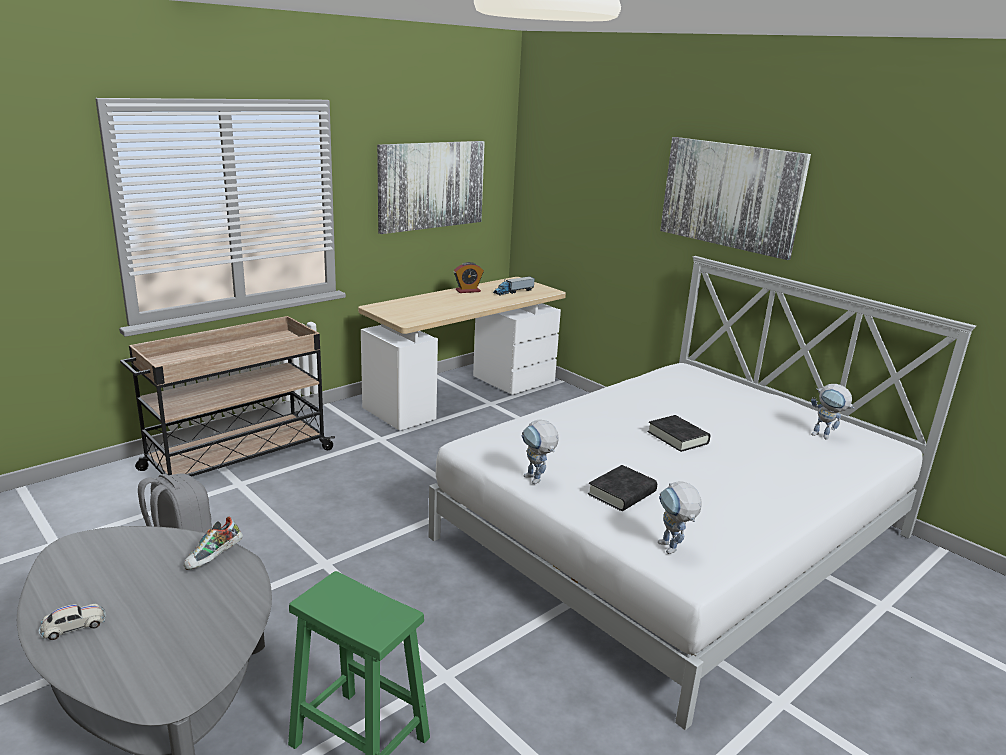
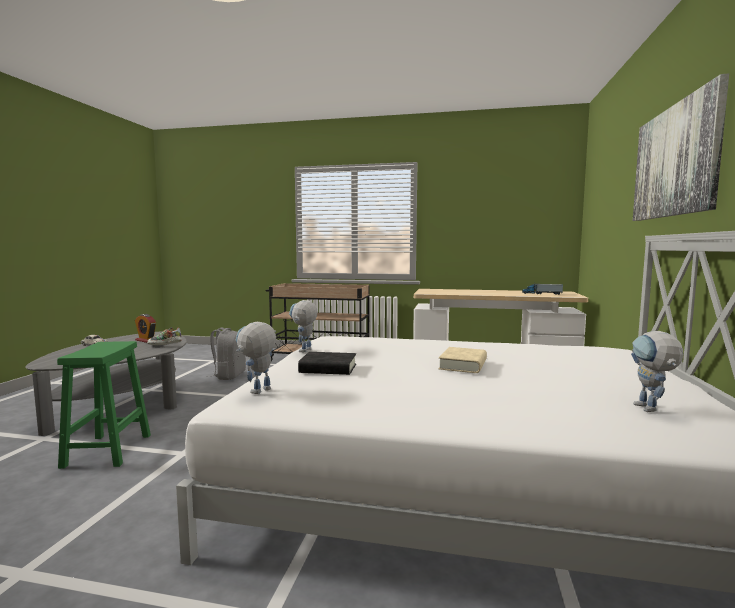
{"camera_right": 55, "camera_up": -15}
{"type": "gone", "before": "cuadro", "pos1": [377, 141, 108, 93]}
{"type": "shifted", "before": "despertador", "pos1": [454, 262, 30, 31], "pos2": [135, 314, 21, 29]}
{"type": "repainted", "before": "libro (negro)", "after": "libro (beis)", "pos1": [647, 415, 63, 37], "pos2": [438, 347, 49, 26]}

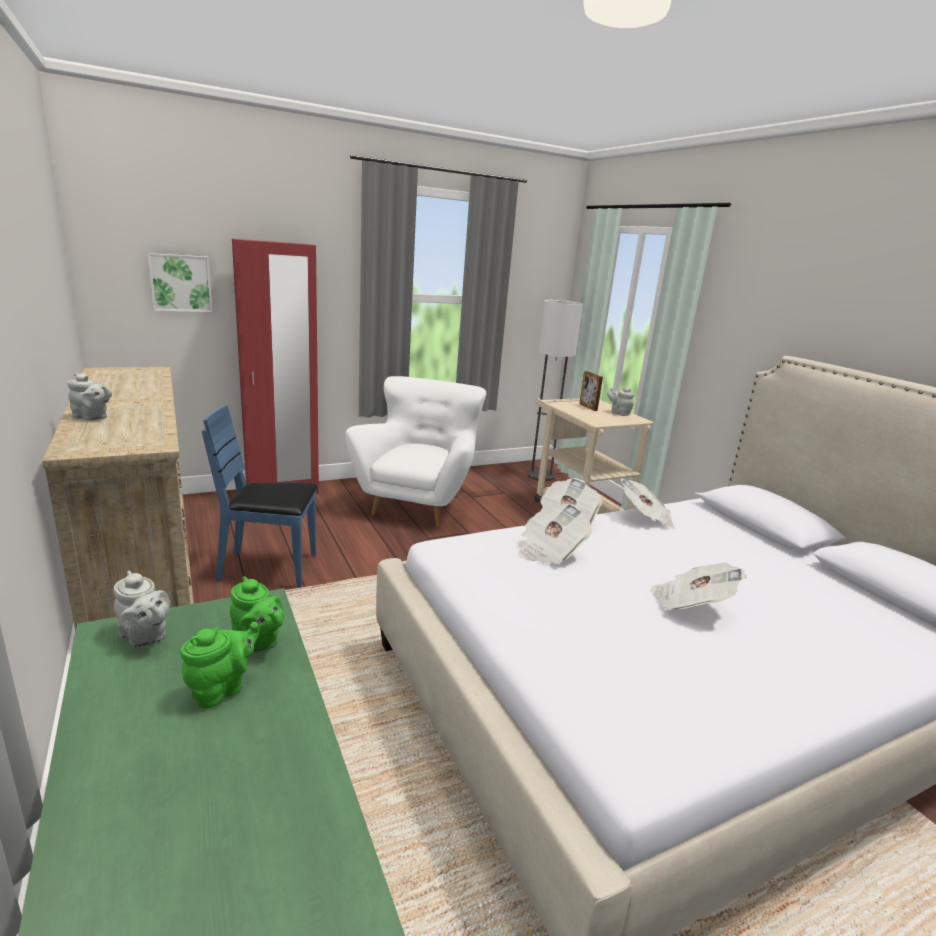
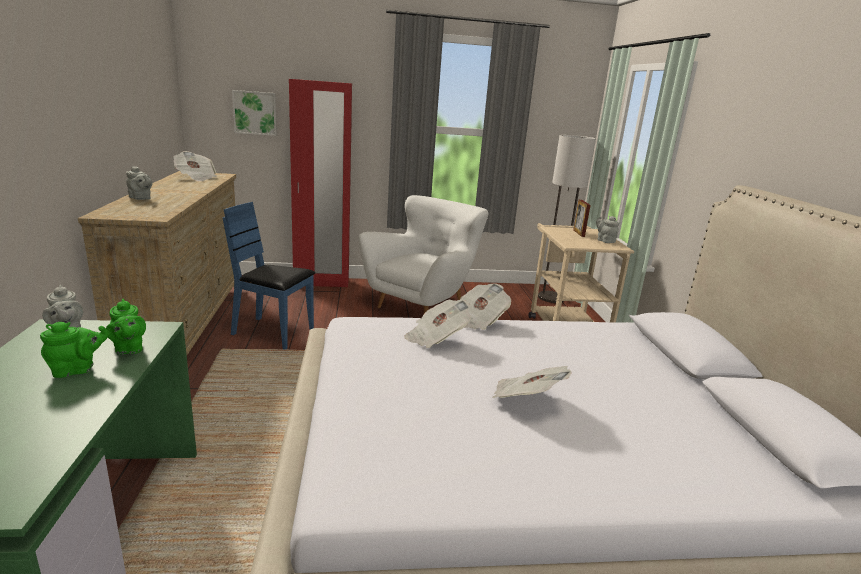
{"camera_right": 20, "camera_up": 0}
{"type": "shifted", "before": "periódico", "pos1": [621, 478, 54, 51], "pos2": [174, 151, 43, 30]}

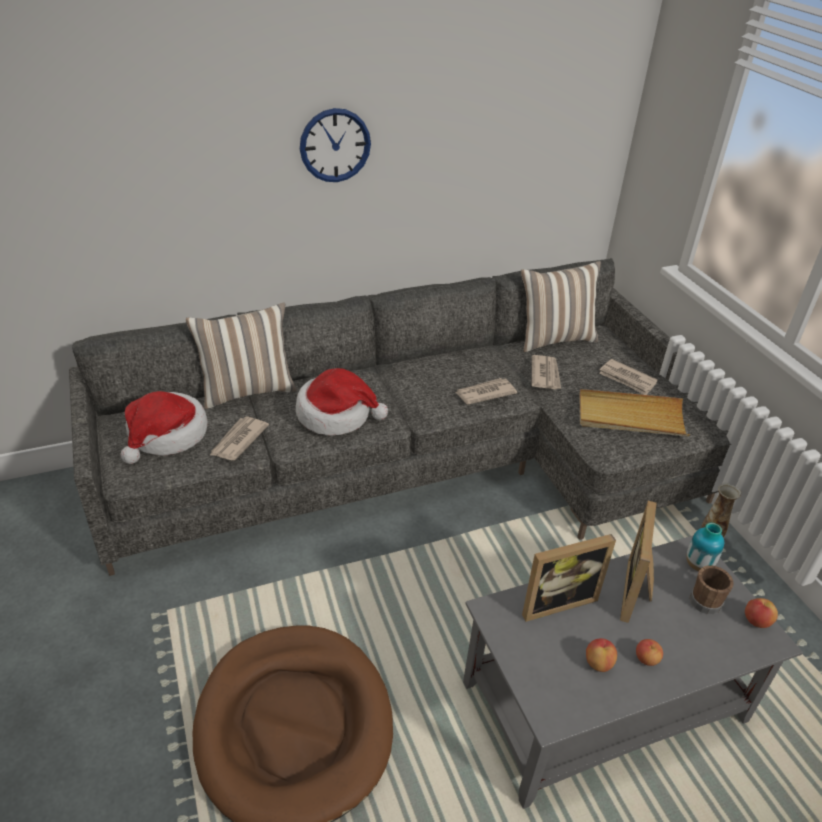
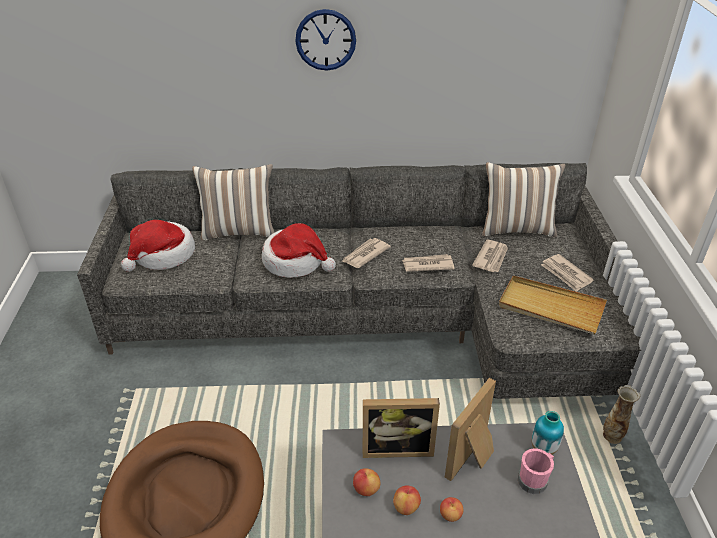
{"camera_right": 20, "camera_up": 0}
{"type": "shifted", "before": "periódico", "pos1": [210, 417, 59, 43], "pos2": [341, 238, 50, 30]}
{"type": "repainted", "before": "taza grande (marrón)", "after": "taza grande (rosa)", "pos1": [689, 565, 45, 50], "pos2": [518, 448, 36, 46]}
{"type": "shifted", "before": "manzana", "pos1": [745, 598, 33, 30], "pos2": [353, 468, 27, 28]}

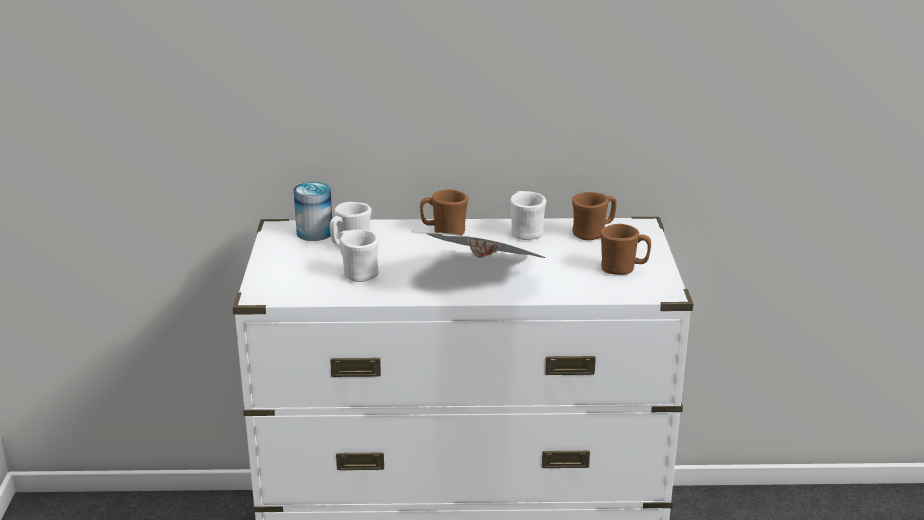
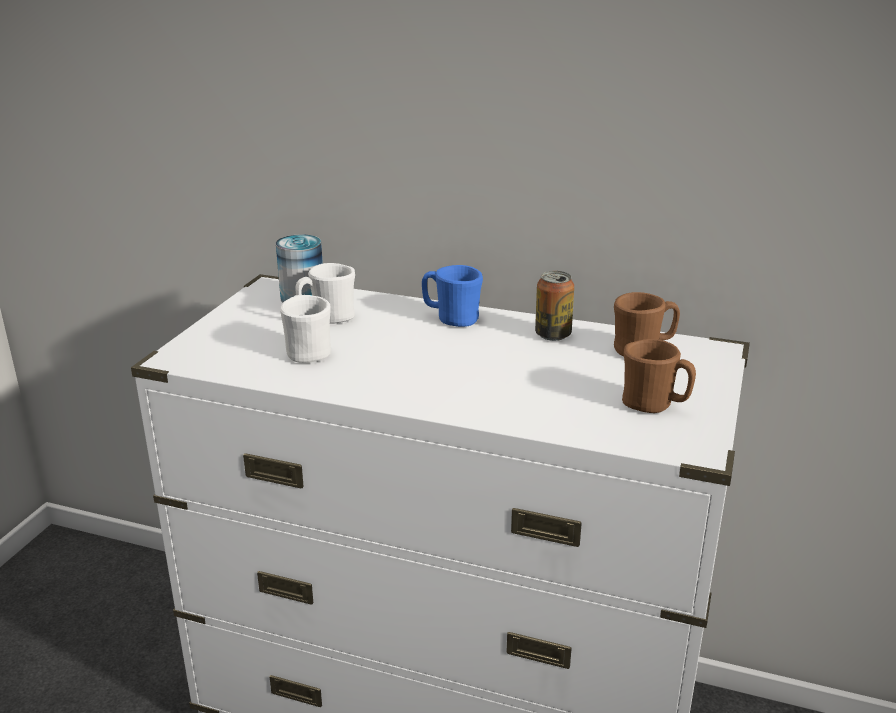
{"camera_right": 20, "camera_up": 0}
{"type": "gone", "before": "periódico", "pos1": [412, 231, 133, 27]}
{"type": "repainted", "before": "taza grande (marrón)", "after": "taza grande (azul)", "pos1": [420, 189, 48, 46], "pos2": [422, 265, 61, 62]}
{"type": "swapped", "before": "taza grande (blanco)", "after": "lata", "pos1": [510, 191, 36, 49], "pos2": [535, 271, 39, 70]}

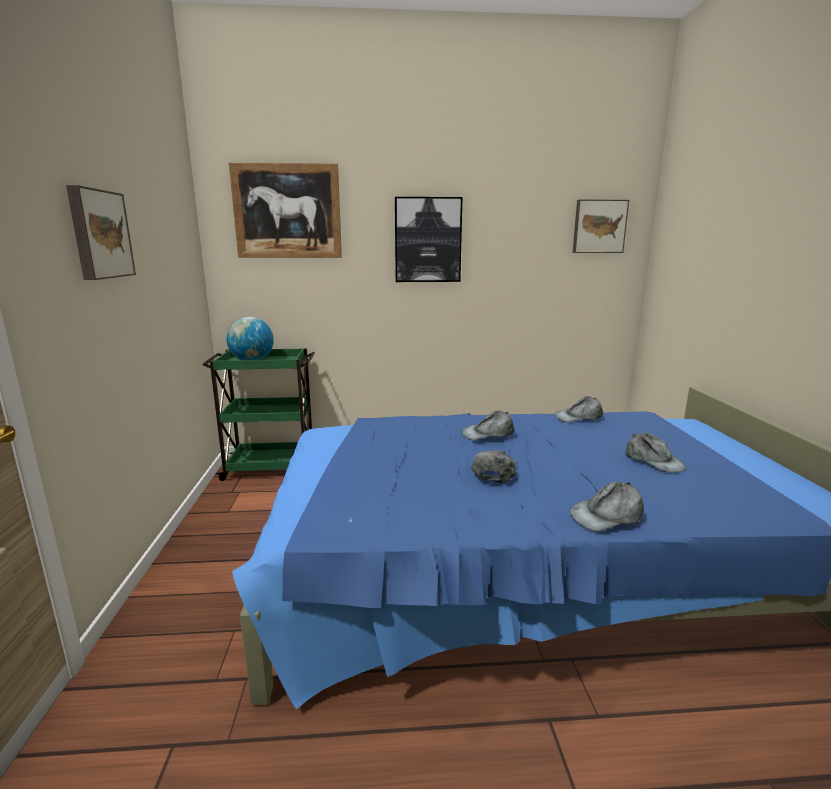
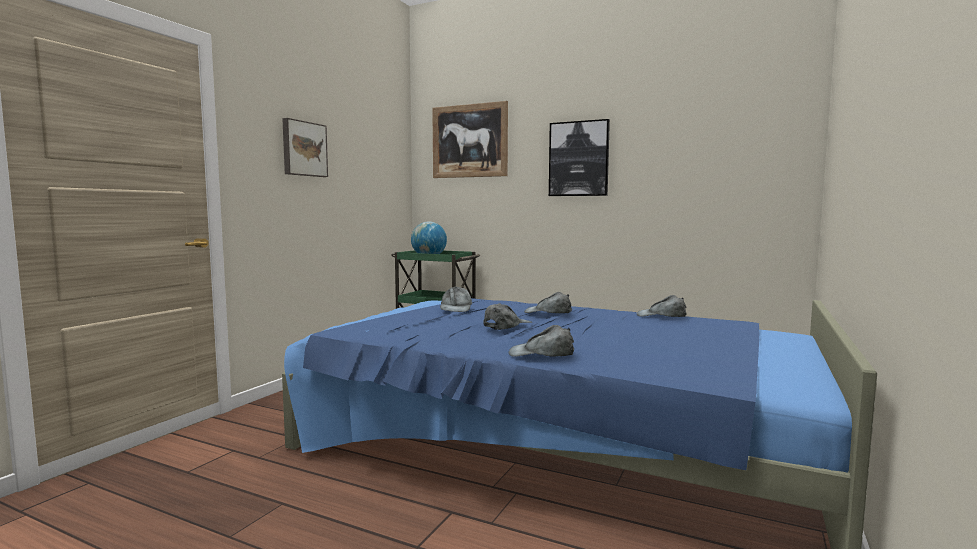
{"camera_right": 30, "camera_up": -10}
{"type": "gone", "before": "cuadro", "pos1": [573, 199, 56, 54]}
{"type": "shifted", "before": "gorra (gris)", "pos1": [625, 433, 62, 40], "pos2": [440, 286, 32, 26]}

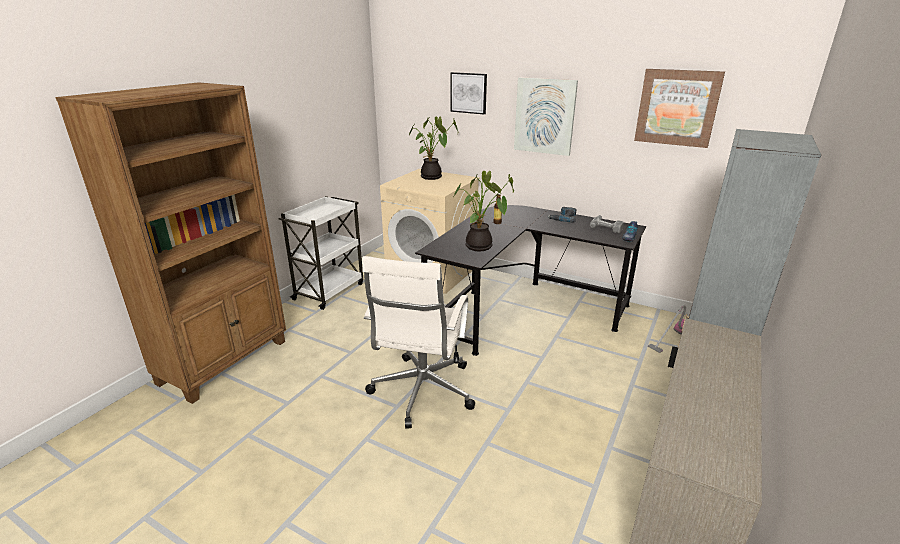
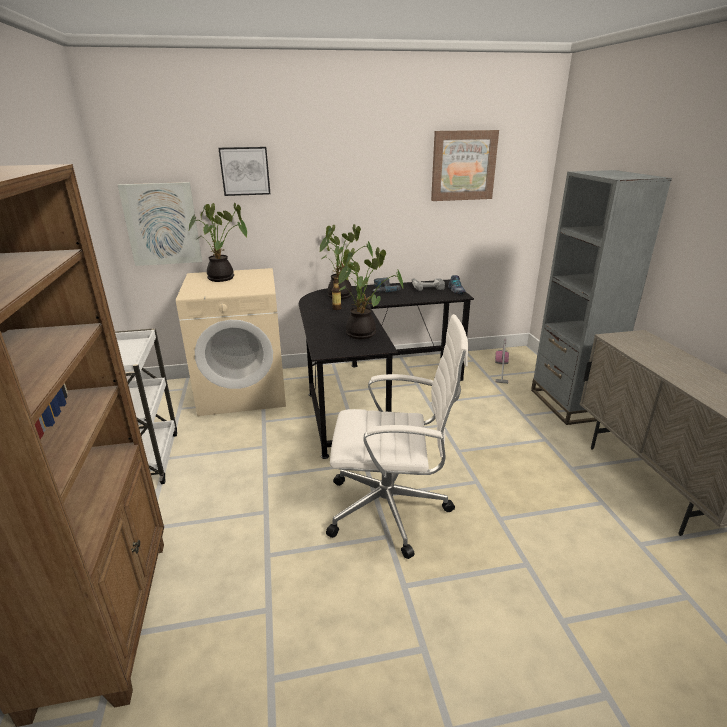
{"camera_right": -40, "camera_up": 0}
{"type": "rotated", "before": "silla de oficina (blanco)", "pos1": [362, 256, 113, 173], "pos2": [326, 314, 142, 245], "turn": -60}
{"type": "shifted", "before": "cuadro", "pos1": [514, 77, 64, 79], "pos2": [118, 182, 84, 84]}
{"type": "new", "after": "planta en maceta", "pos2": [319, 224, 54, 76]}

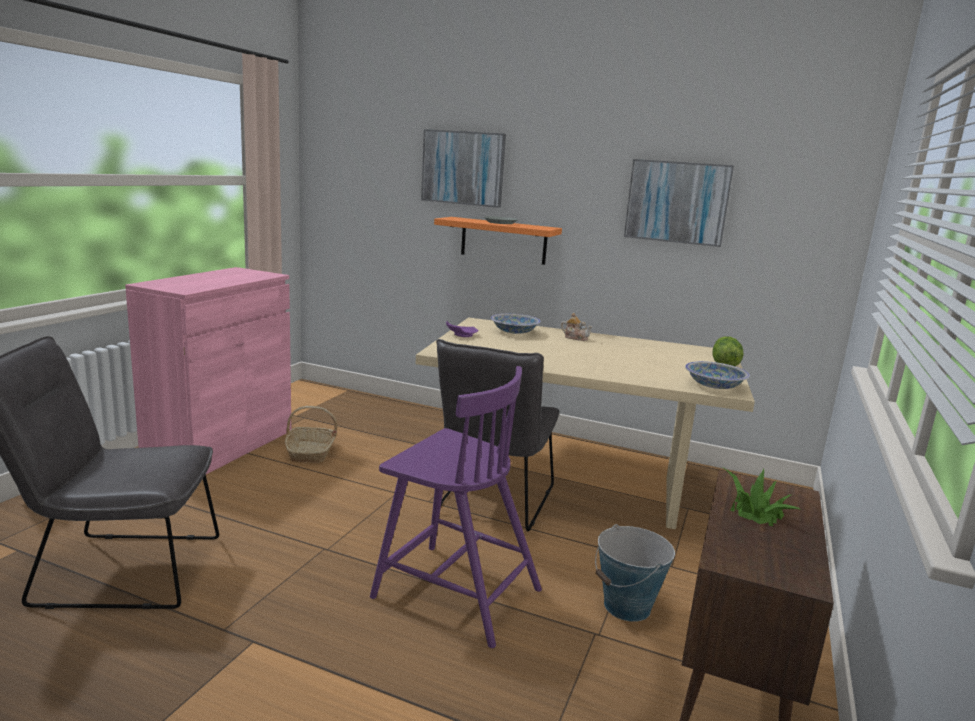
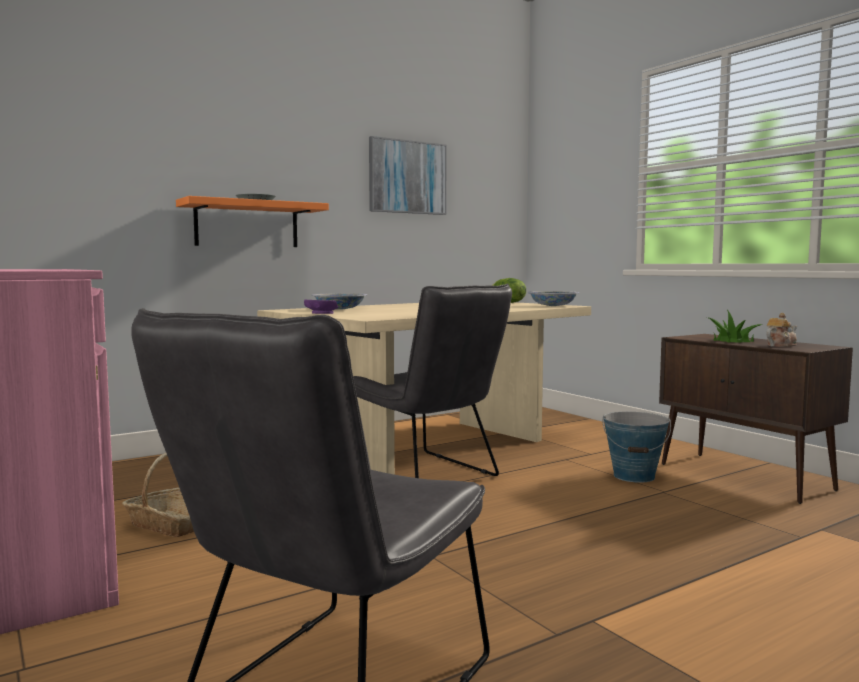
{"camera_right": -55, "camera_up": -10}
{"type": "gone", "before": "silla (morado)", "pos1": [370, 366, 172, 282]}
{"type": "gone", "before": "cuadro", "pos1": [421, 129, 85, 79]}
{"type": "shifted", "before": "tetera", "pos1": [561, 313, 32, 28], "pos2": [766, 313, 31, 34]}

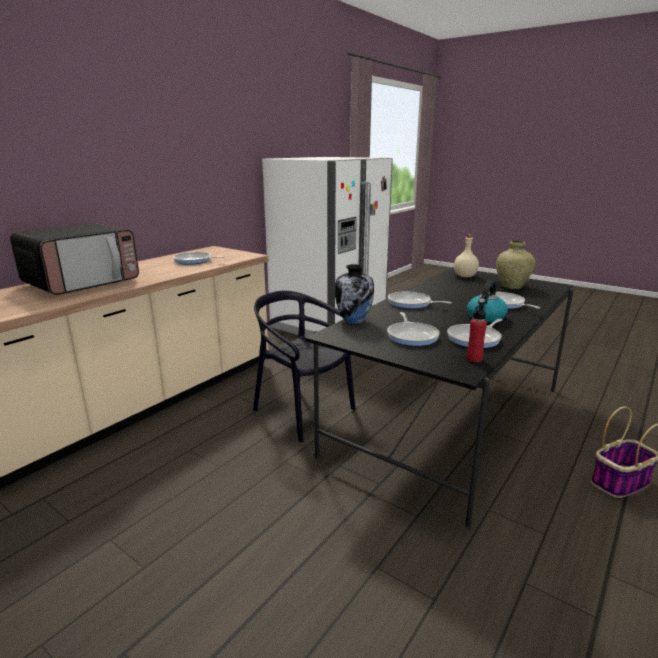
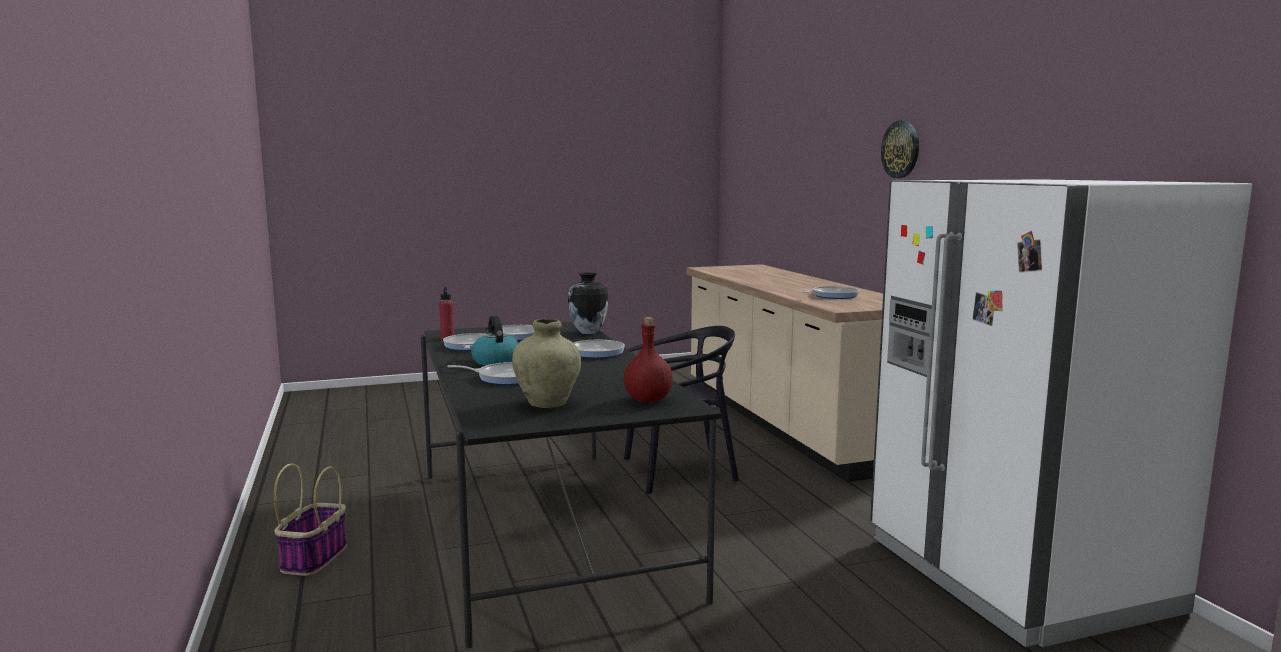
{"camera_right": 125, "camera_up": -10}
{"type": "gone", "before": "microondas", "pos1": [10, 223, 129, 72]}
{"type": "repainted", "before": "botella (beis)", "after": "botella (rojo)", "pos1": [454, 234, 25, 43], "pos2": [624, 317, 49, 85]}
{"type": "new", "after": "reloj de pared", "pos2": [881, 121, 38, 57]}

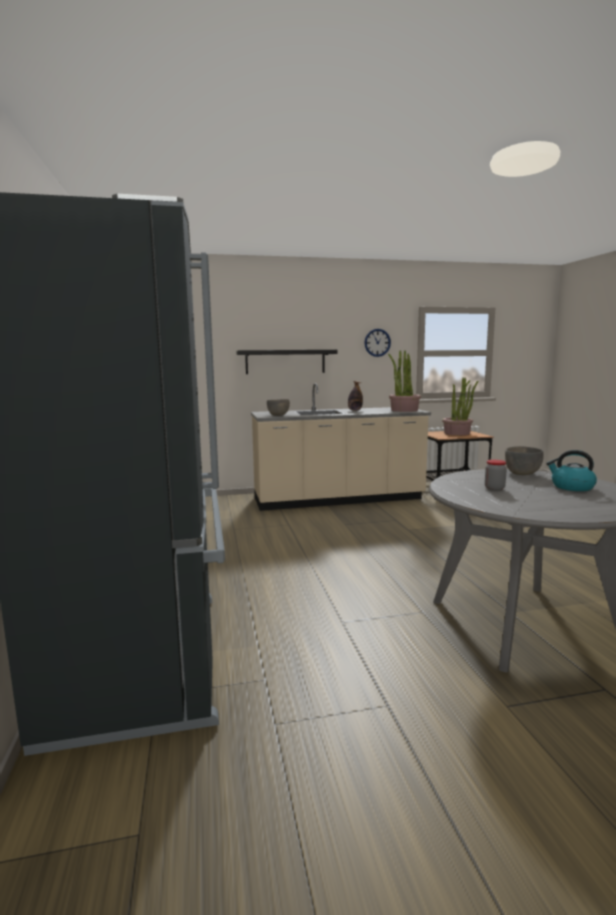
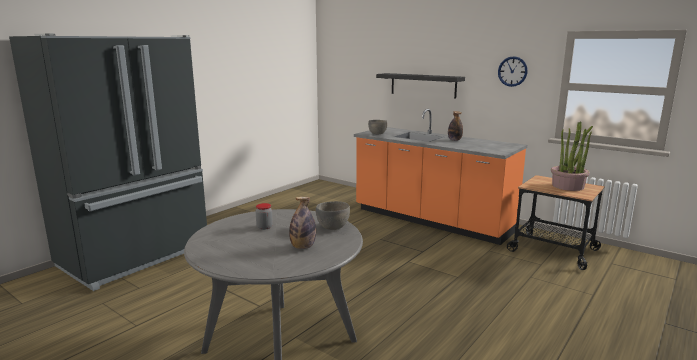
{"camera_right": 50, "camera_up": 5}
{"type": "repainted", "before": "mueble bajo de cocina (beis)", "after": "mueble bajo de cocina (naranja)", "pos1": [251, 383, 180, 128], "pos2": [354, 109, 173, 136]}
{"type": "gone", "before": "planta en maceta", "pos1": [388, 350, 33, 62]}
{"type": "swapped", "before": "hervidor", "after": "botella", "pos1": [546, 450, 51, 41], "pos2": [289, 197, 27, 52]}

